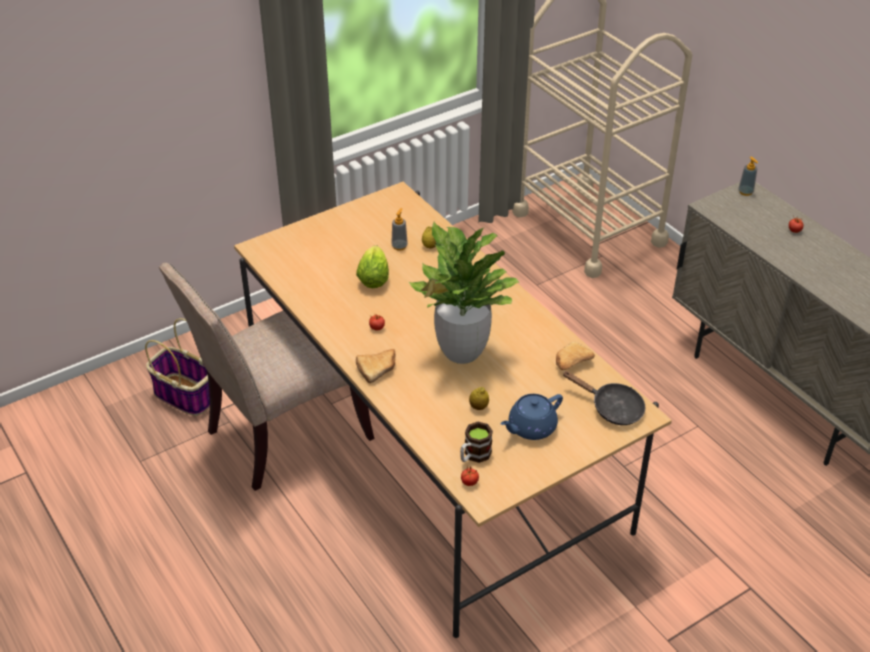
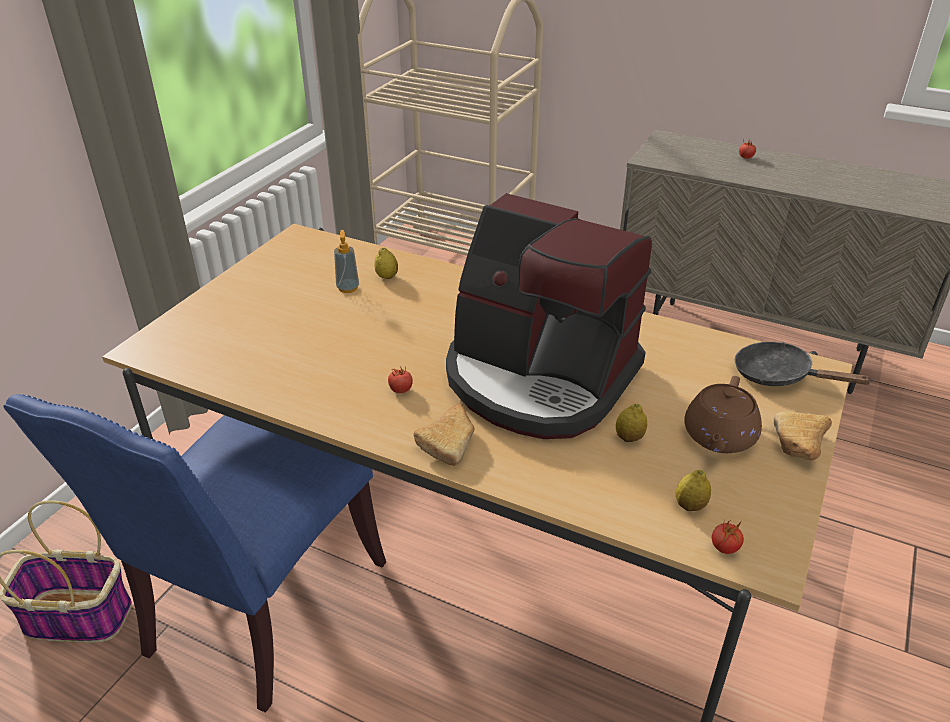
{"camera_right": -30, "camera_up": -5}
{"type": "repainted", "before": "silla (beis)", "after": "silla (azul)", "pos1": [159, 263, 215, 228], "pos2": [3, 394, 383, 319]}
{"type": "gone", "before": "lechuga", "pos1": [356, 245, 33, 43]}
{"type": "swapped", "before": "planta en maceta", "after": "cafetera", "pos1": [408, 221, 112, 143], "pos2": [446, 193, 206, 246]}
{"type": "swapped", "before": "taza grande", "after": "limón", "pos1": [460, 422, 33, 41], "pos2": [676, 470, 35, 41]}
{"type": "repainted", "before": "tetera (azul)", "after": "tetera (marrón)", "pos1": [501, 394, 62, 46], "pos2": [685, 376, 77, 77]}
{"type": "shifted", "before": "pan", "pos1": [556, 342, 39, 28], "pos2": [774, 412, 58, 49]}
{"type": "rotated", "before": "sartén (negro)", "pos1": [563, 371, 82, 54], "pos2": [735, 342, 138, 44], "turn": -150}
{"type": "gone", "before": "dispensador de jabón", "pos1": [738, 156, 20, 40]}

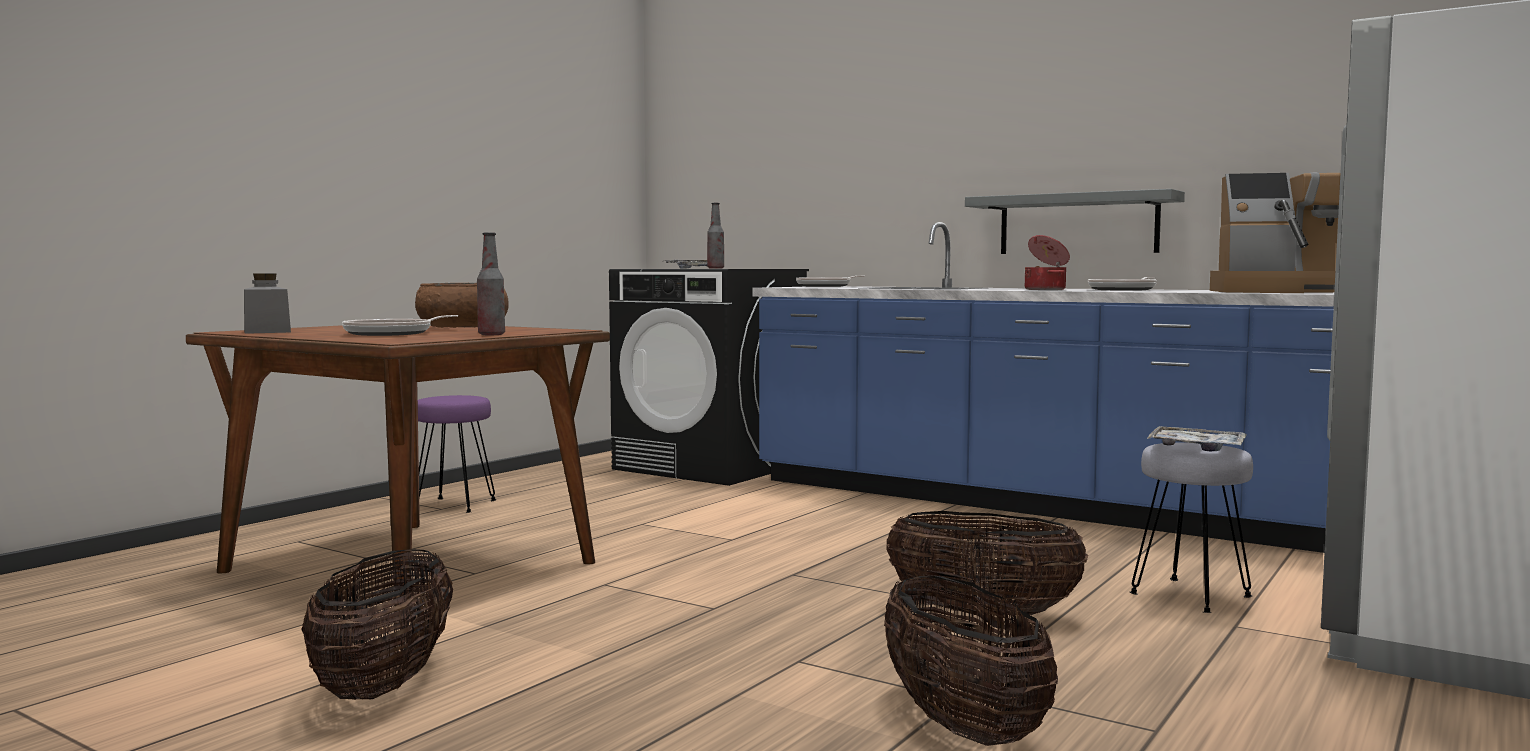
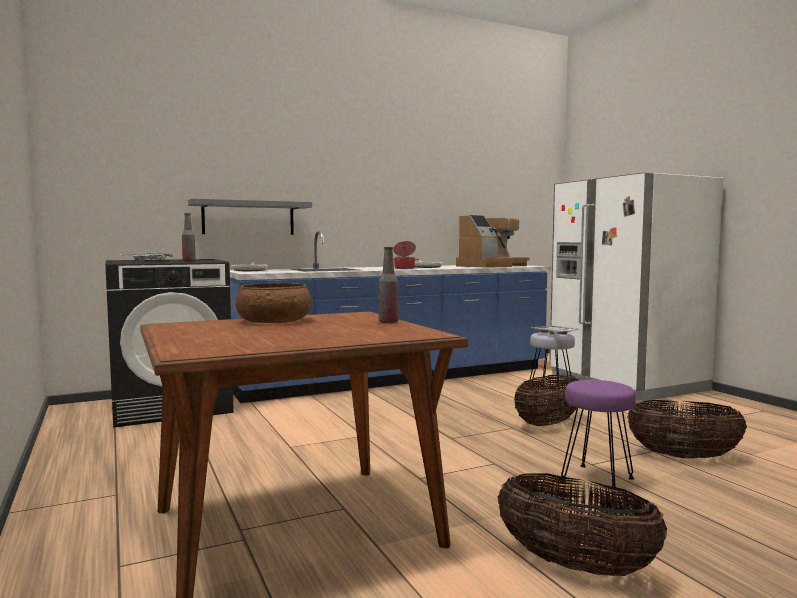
{"camera_right": -60, "camera_up": 0}
{"type": "gone", "before": "tarro (gris)", "pos1": [244, 273, 47, 61]}
{"type": "gone", "before": "sartén", "pos1": [342, 315, 116, 21]}
{"type": "shifted", "before": "taburete (morado)", "pos1": [418, 395, 78, 118], "pos2": [561, 380, 75, 113]}
{"type": "shifted", "before": "estante (gris)", "pos1": [965, 189, 220, 65], "pos2": [188, 198, 124, 37]}

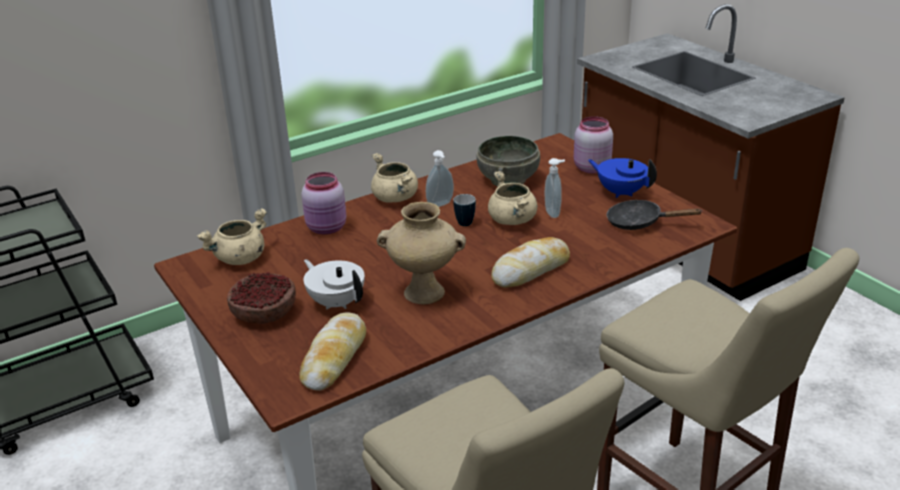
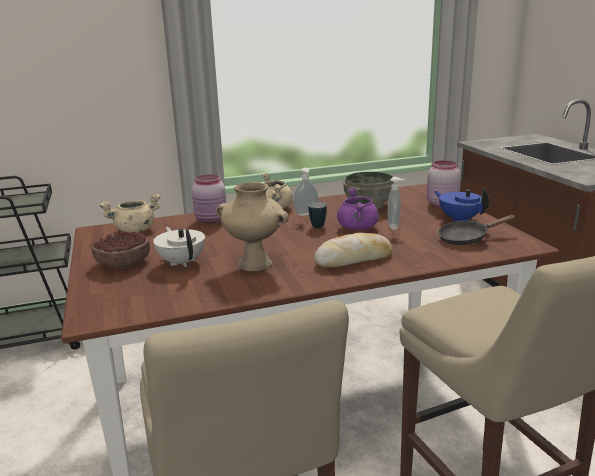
{"camera_right": 15, "camera_up": -10}
{"type": "gone", "before": "pan", "pos1": [299, 313, 67, 78]}
{"type": "repainted", "before": "olla (beis)", "after": "olla (morado)", "pos1": [488, 171, 49, 54], "pos2": [337, 188, 42, 42]}
{"type": "rotated", "before": "sartén (negro)", "pos1": [607, 199, 96, 31], "pos2": [438, 215, 78, 30], "turn": -45}

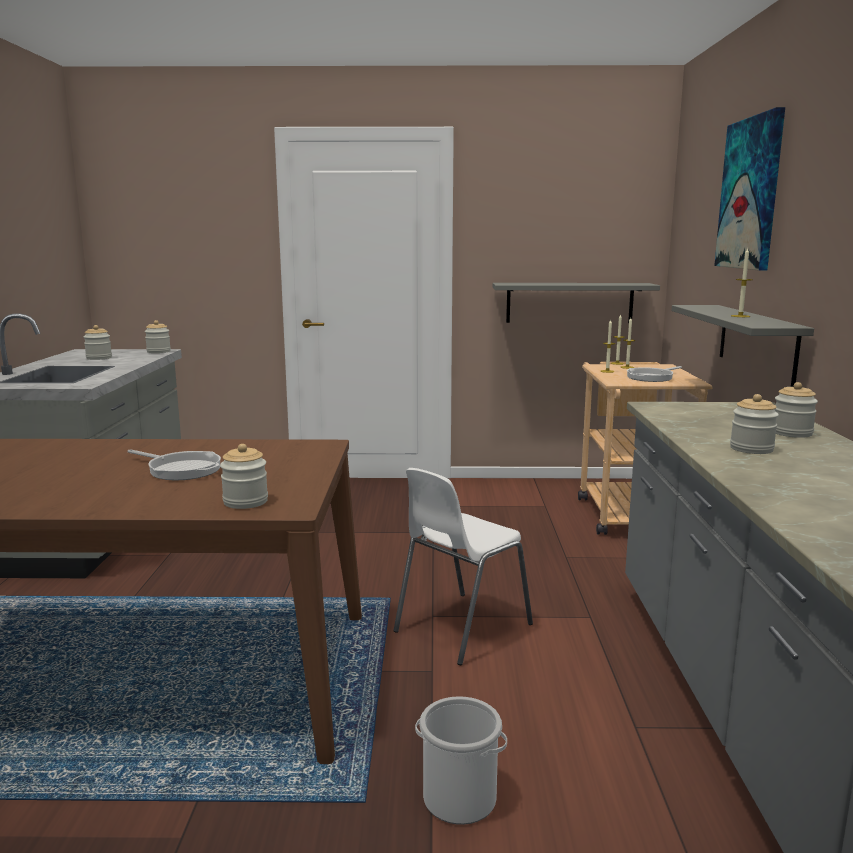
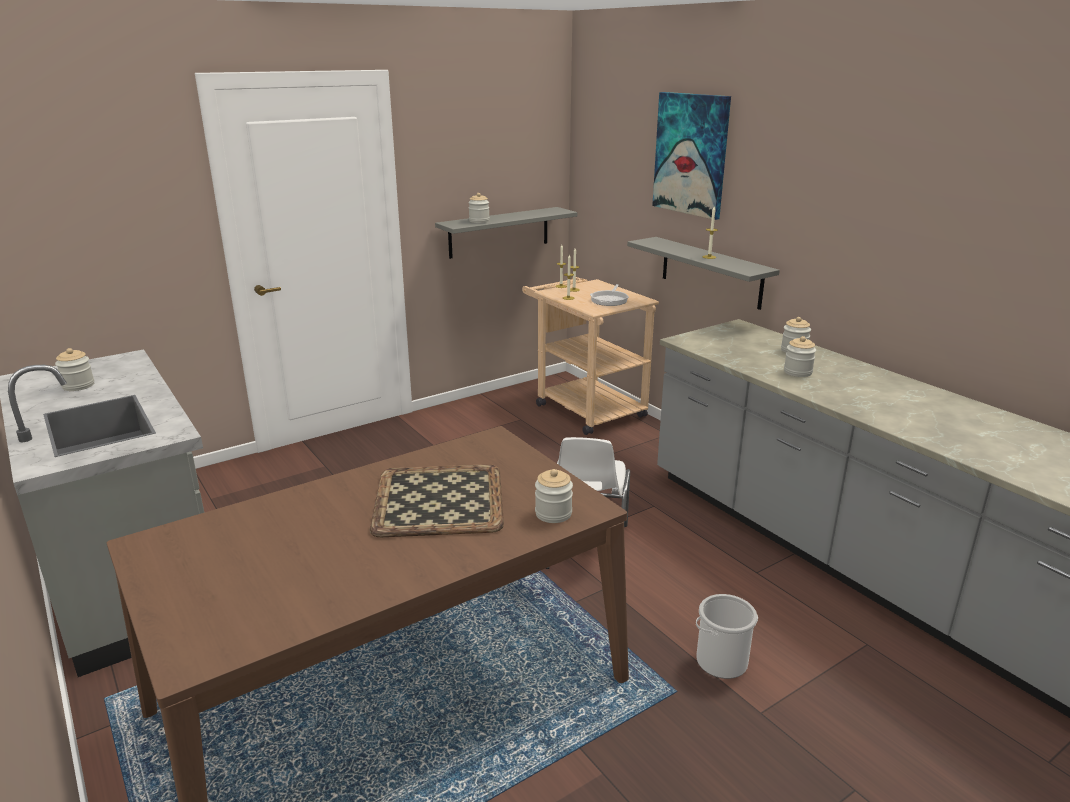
{"camera_right": -35, "camera_up": 10}
{"type": "swapped", "before": "sartén", "after": "bandeja", "pos1": [127, 449, 94, 31], "pos2": [370, 464, 134, 73]}
{"type": "shifted", "before": "tarro", "pos1": [145, 320, 26, 33], "pos2": [468, 193, 22, 30]}

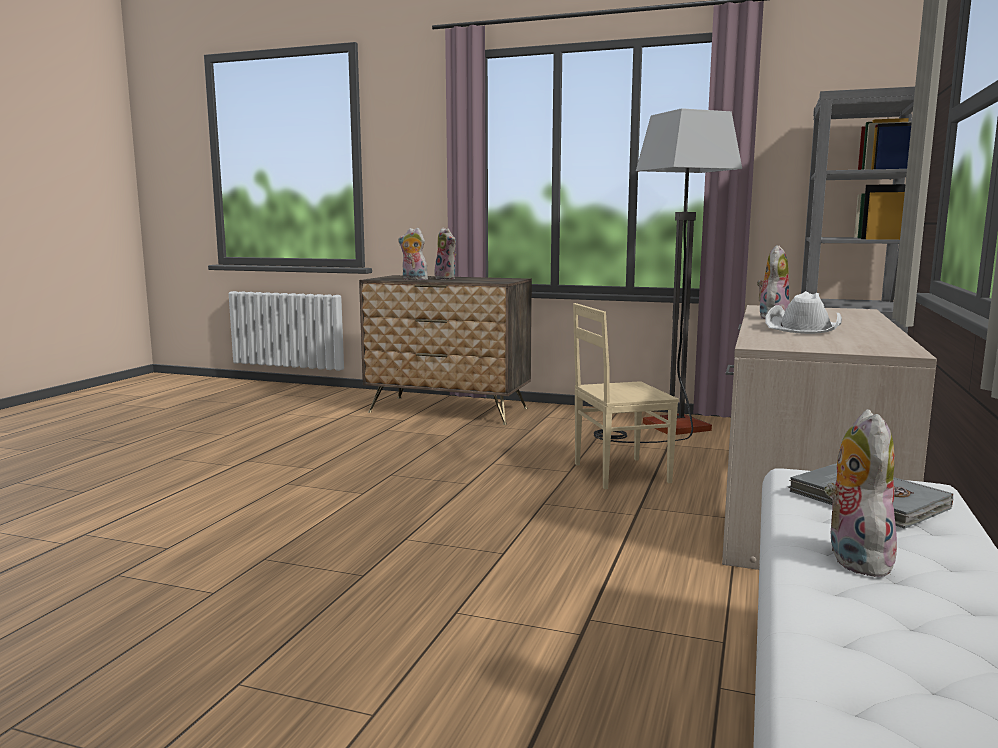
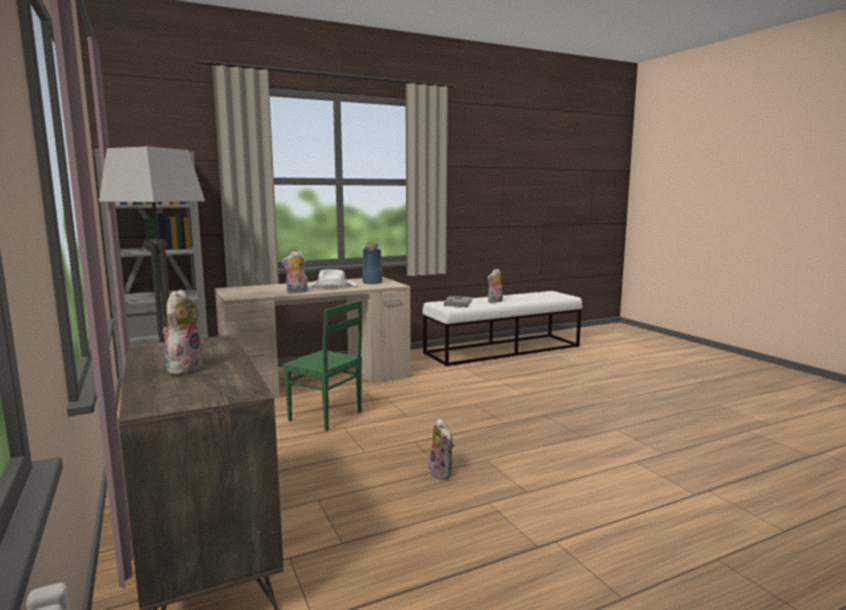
{"camera_right": -135, "camera_up": 0}
{"type": "shifted", "before": "peluche", "pos1": [398, 228, 30, 52], "pos2": [428, 418, 26, 61]}
{"type": "repainted", "before": "silla (beis)", "after": "silla (verde)", "pos1": [573, 303, 106, 186], "pos2": [283, 300, 79, 131]}
{"type": "new", "after": "florero (azul)", "pos2": [362, 243, 21, 41]}

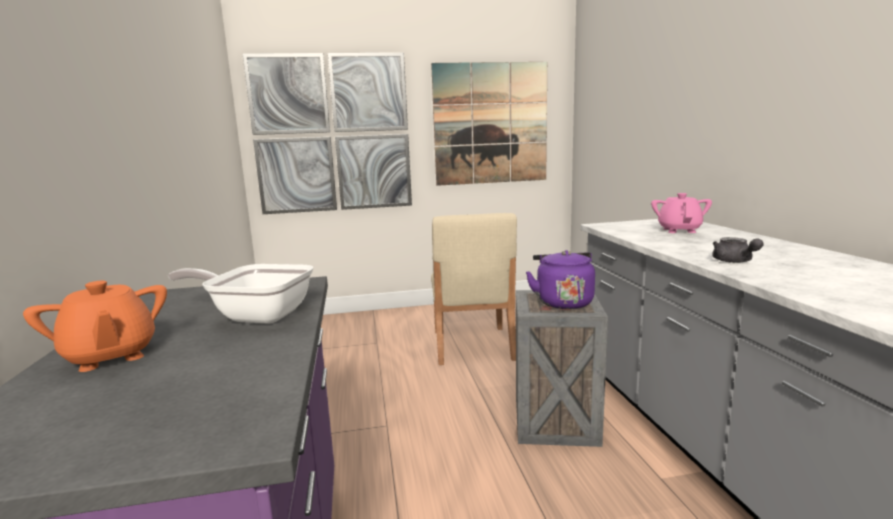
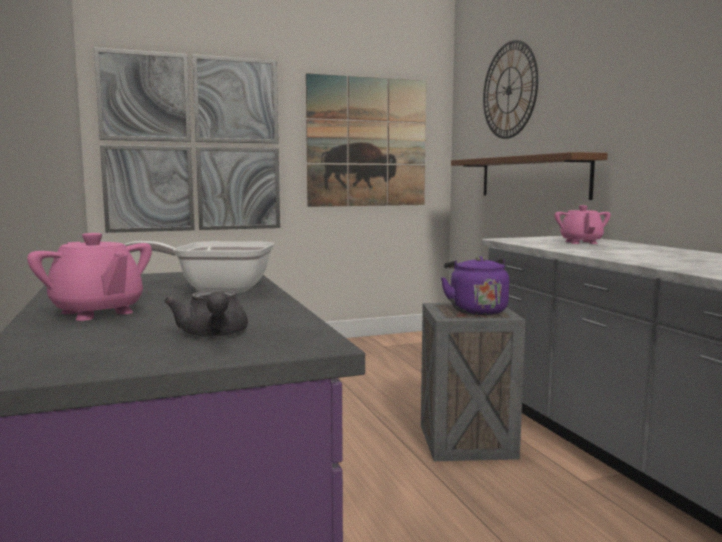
{"camera_right": -10, "camera_up": -5}
{"type": "repainted", "before": "tetera (naranja)", "after": "tetera (rosa)", "pos1": [23, 281, 144, 91], "pos2": [27, 233, 125, 88]}
{"type": "gone", "before": "silla (beis)", "pos1": [431, 213, 86, 152]}
{"type": "shifted", "before": "tetera (gris)", "pos1": [712, 237, 51, 26], "pos2": [164, 290, 84, 47]}
{"type": "new", "after": "estante (marrón)", "pos2": [451, 152, 156, 48]}
{"type": "new", "after": "reloj de pared", "pos2": [483, 40, 55, 99]}

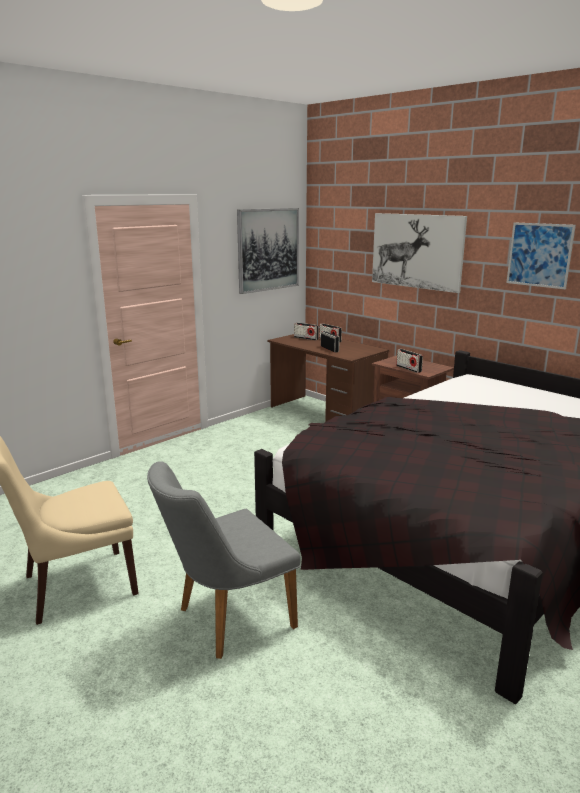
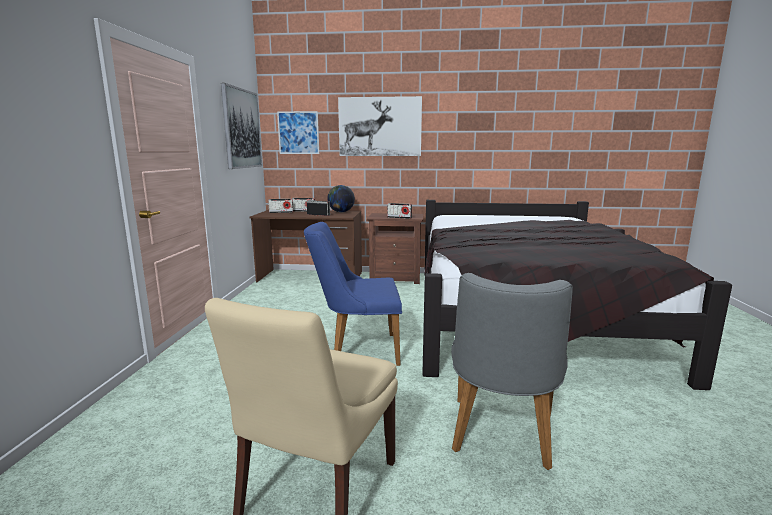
{"camera_right": -40, "camera_up": -5}
{"type": "shifted", "before": "cuadro", "pos1": [506, 222, 70, 67], "pos2": [277, 111, 42, 43]}
{"type": "new", "after": "silla (azul)", "pos2": [304, 222, 98, 144]}
{"type": "new", "after": "globo terráqueo", "pos2": [327, 185, 28, 27]}

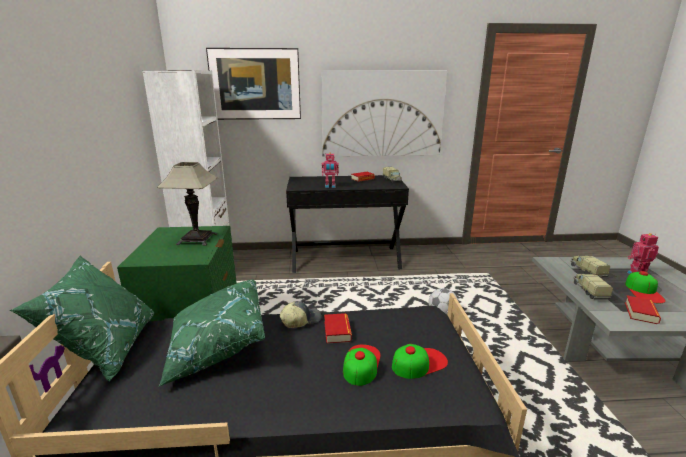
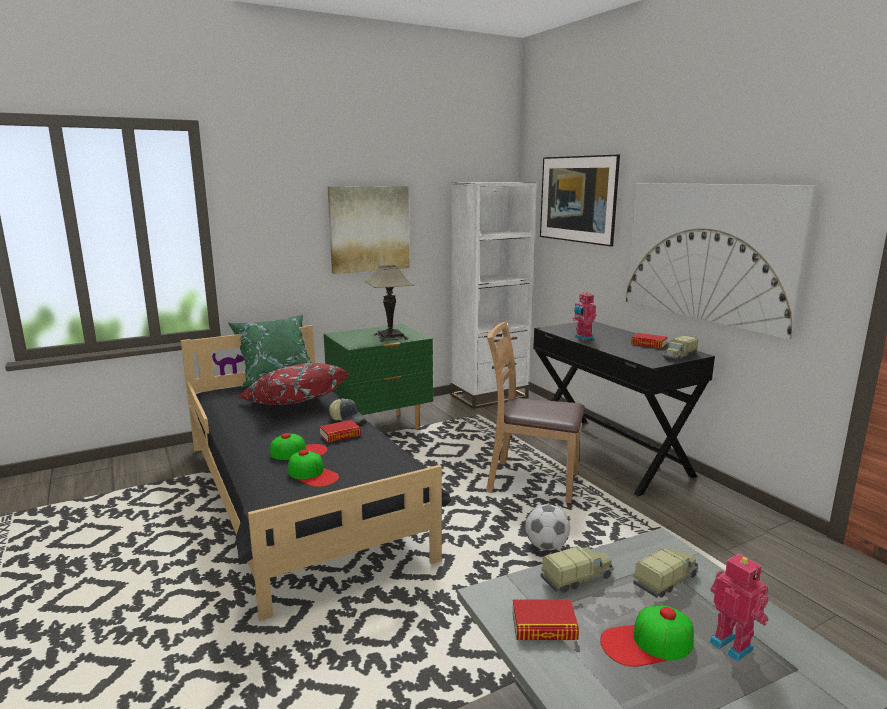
{"camera_right": 65, "camera_up": -5}
{"type": "repainted", "before": "cojín (verde)", "after": "cojín (rojo)", "pos1": [159, 280, 106, 107], "pos2": [238, 363, 112, 42]}
{"type": "new", "after": "cuadro", "pos2": [328, 186, 82, 88]}
{"type": "new", "after": "silla (marrón)", "pos2": [486, 322, 99, 181]}

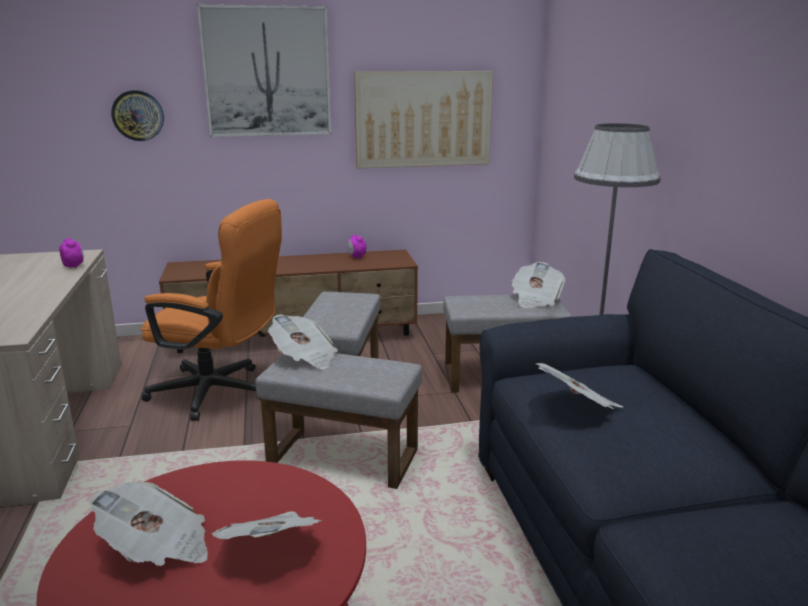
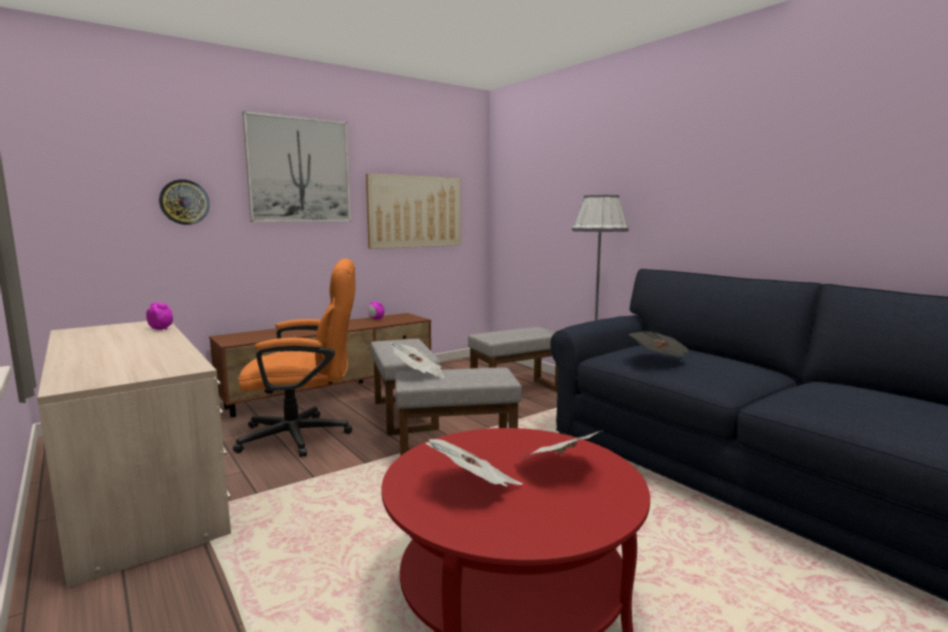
{"camera_right": -25, "camera_up": -10}
{"type": "gone", "before": "periódico", "pos1": [511, 262, 55, 46]}

